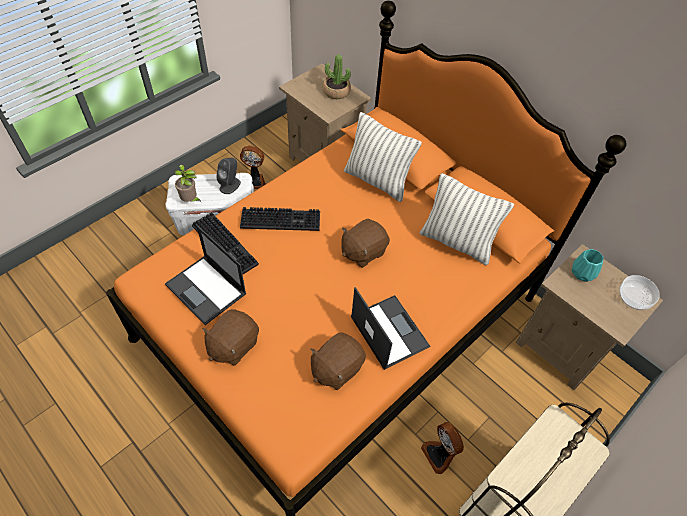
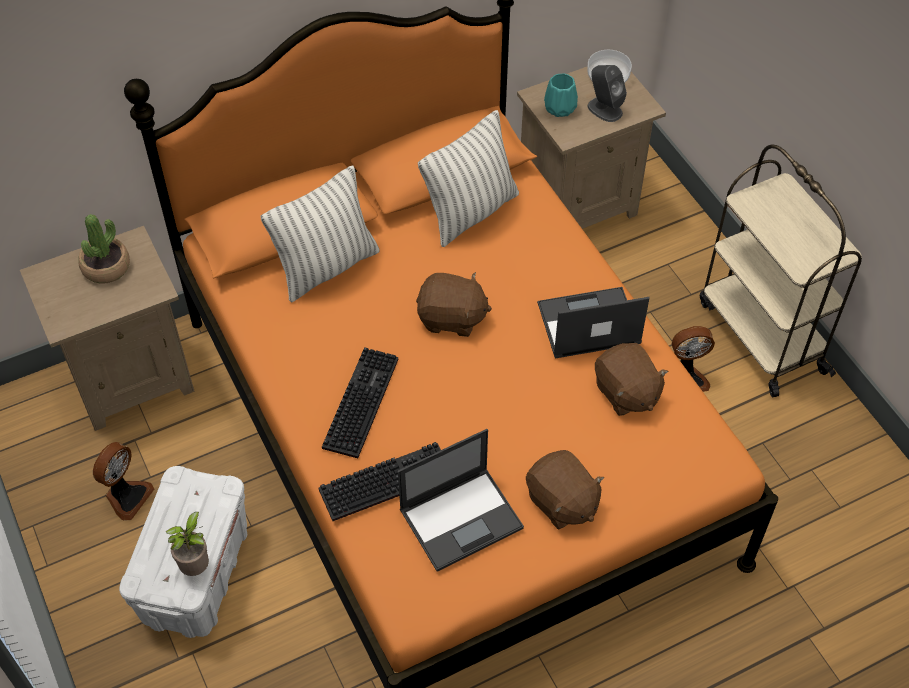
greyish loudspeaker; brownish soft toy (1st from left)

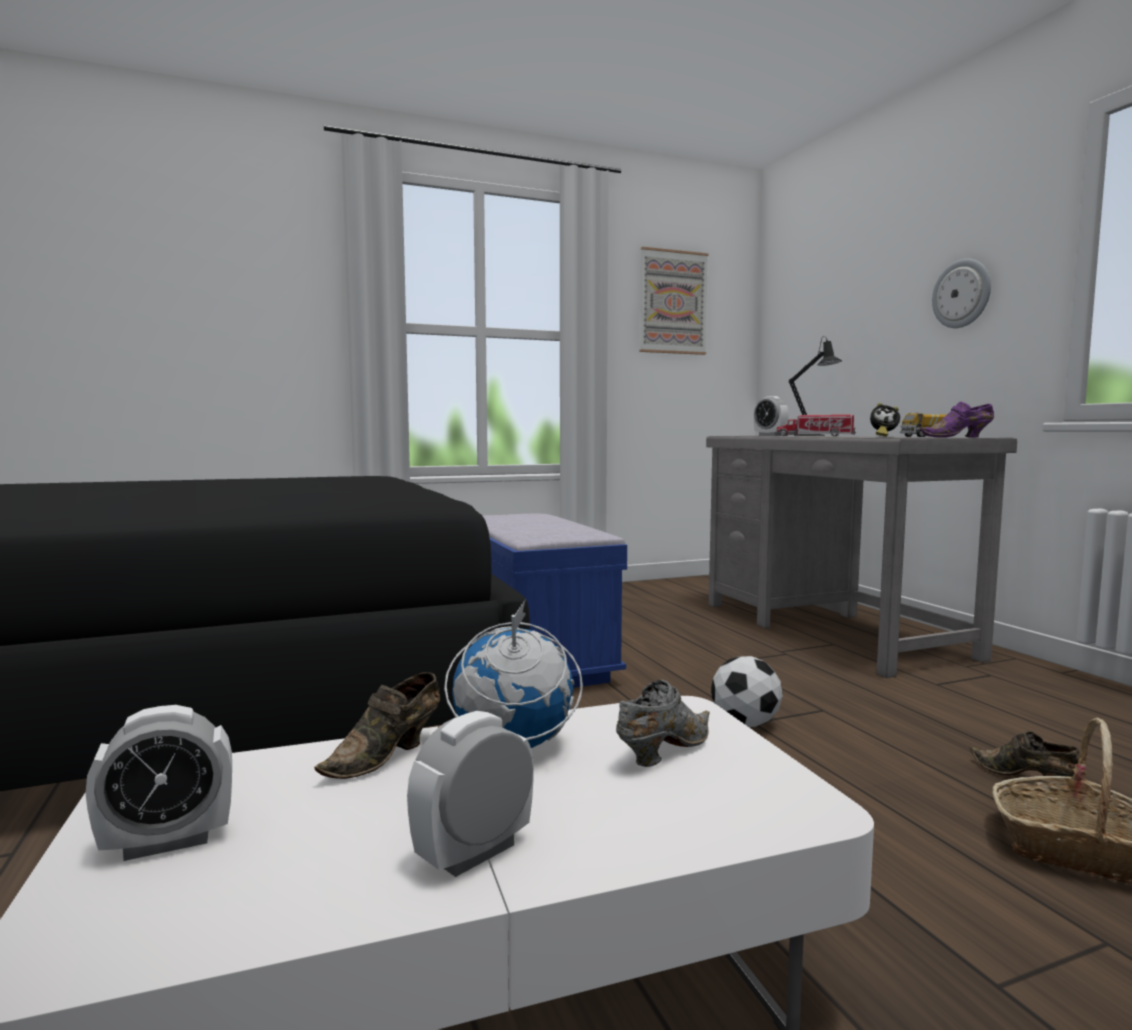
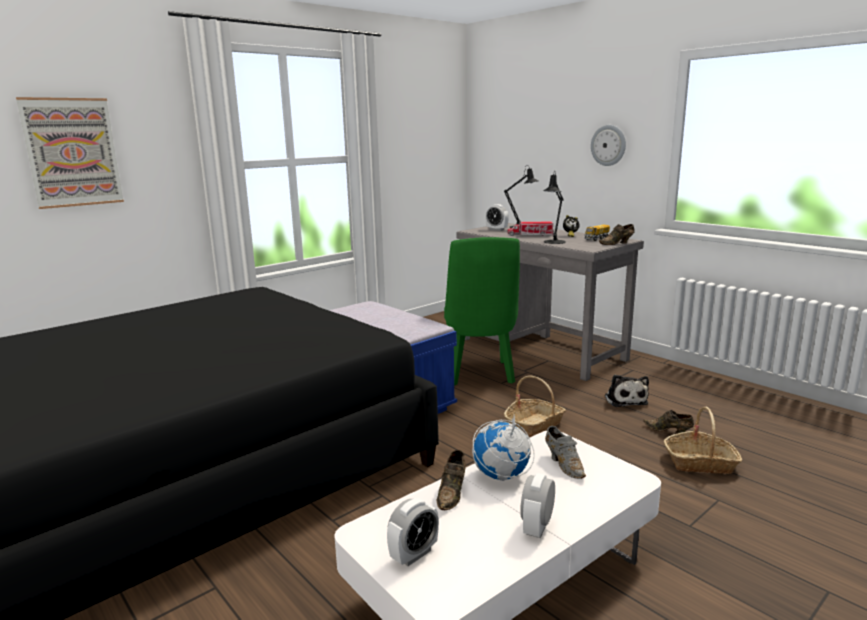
greyish low shoe; wall art; household basket (1st from left); brownish low shoe (2nd from left); greenish plain chair; black-coloured lamp for a table (2nd from left); soft toy

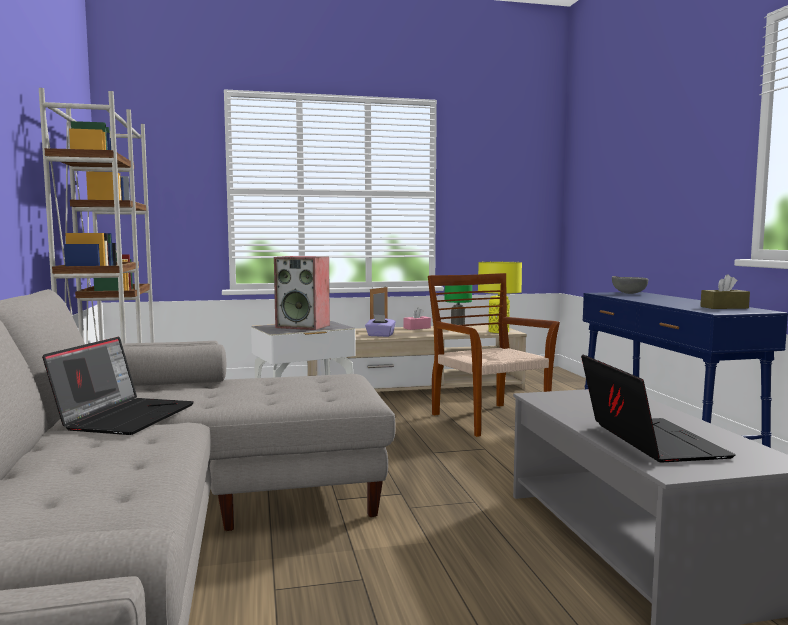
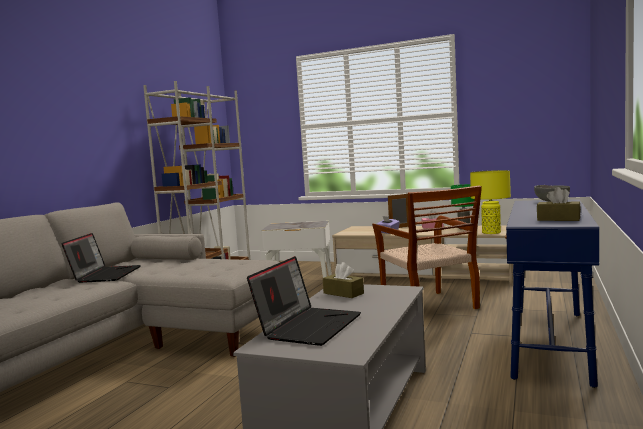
portable computer (1st from left); loudspeaker; brownish lounge chair; brownish box of tissues (1st from left)

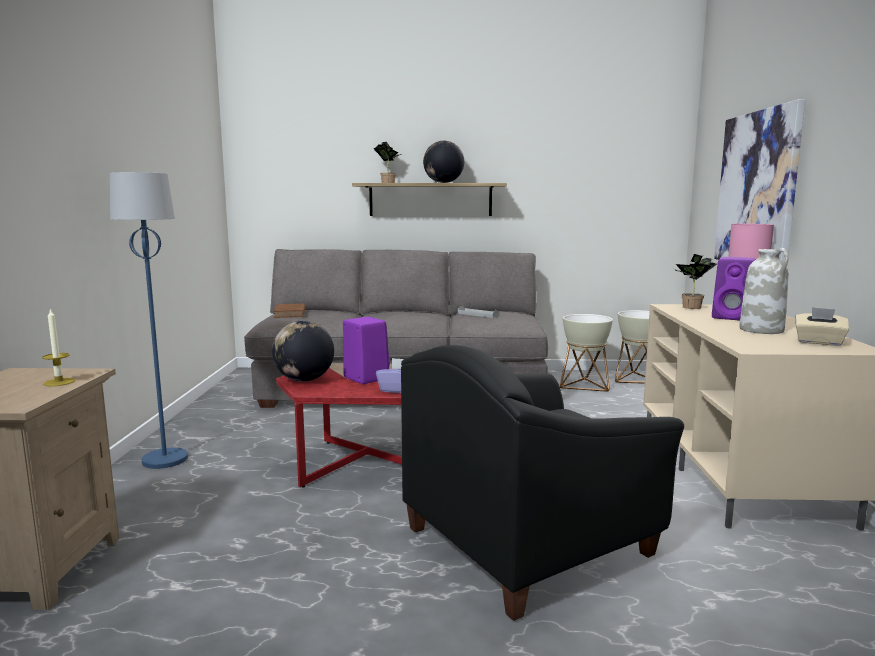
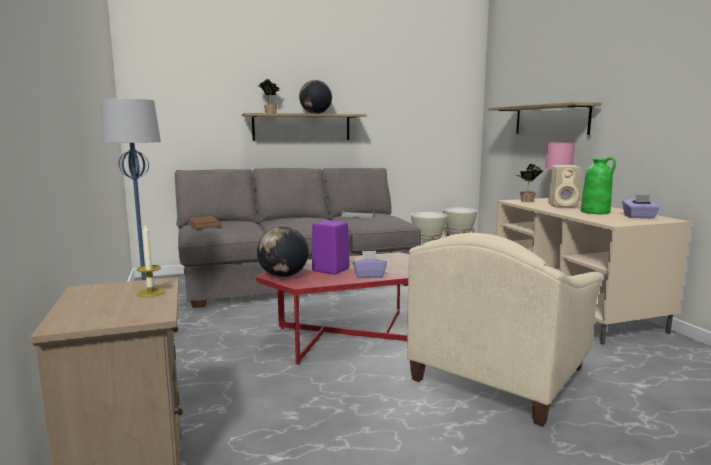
beige-coloured lounge chair; beige-coloured loudspeaker; bracket shelf (2nd from left); greenish decorative vase; purple-coloured box of tissues (2nd from left)

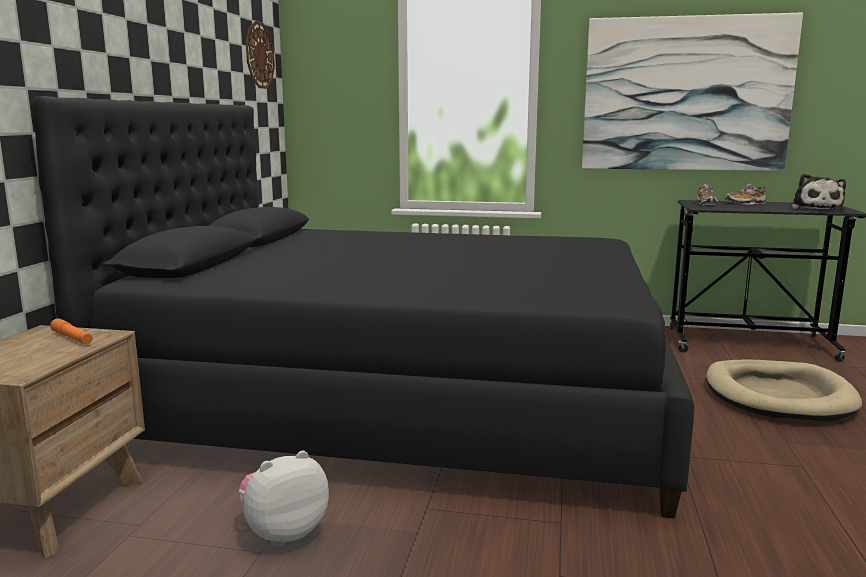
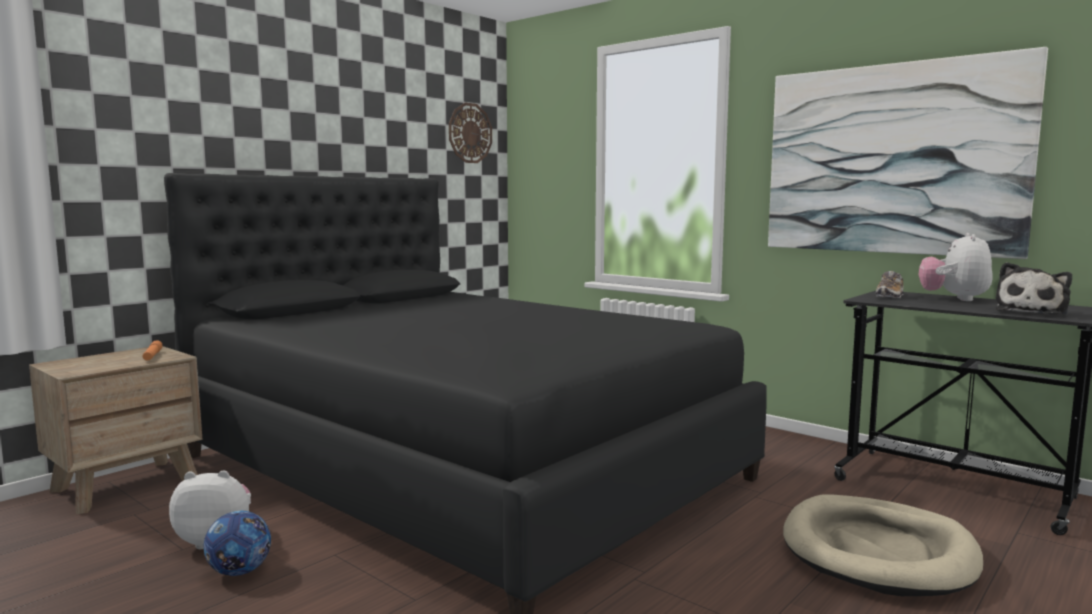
soft toy (2nd from left); football

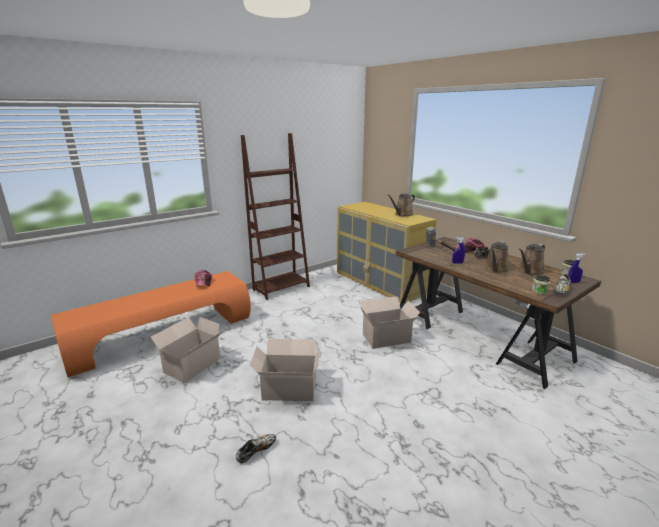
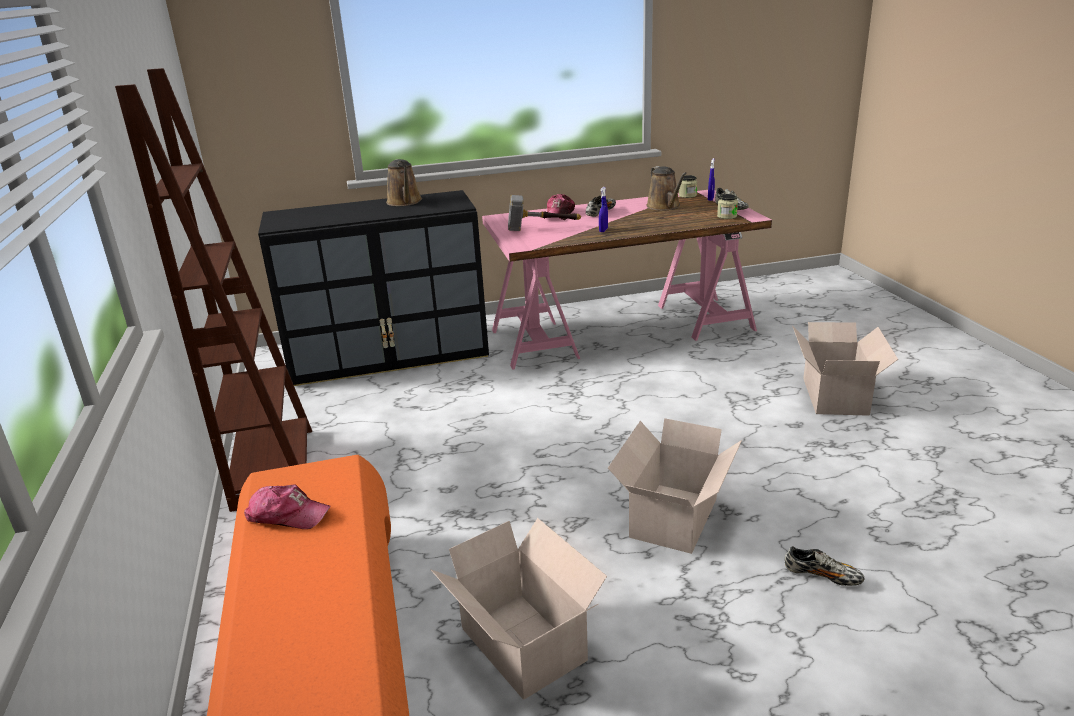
low shoe (3rd from left); black-coloured cupboard; packing box (3rd from left); pink-coloured desk unit; brownish watering pot (2nd from left in the first image)

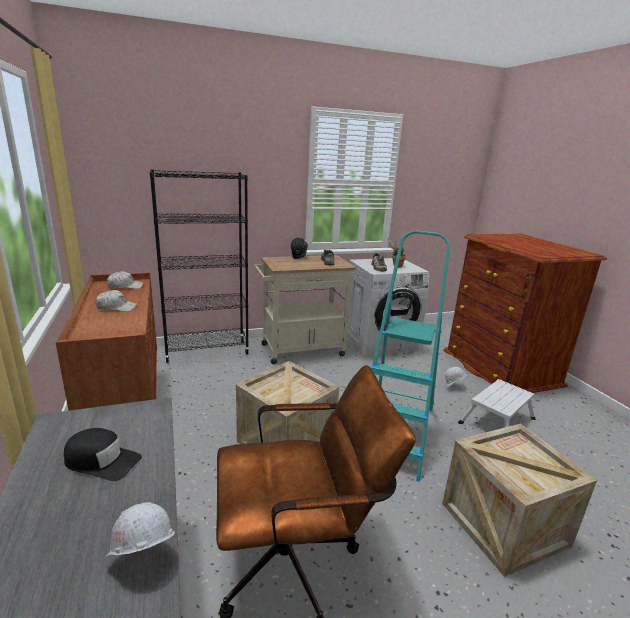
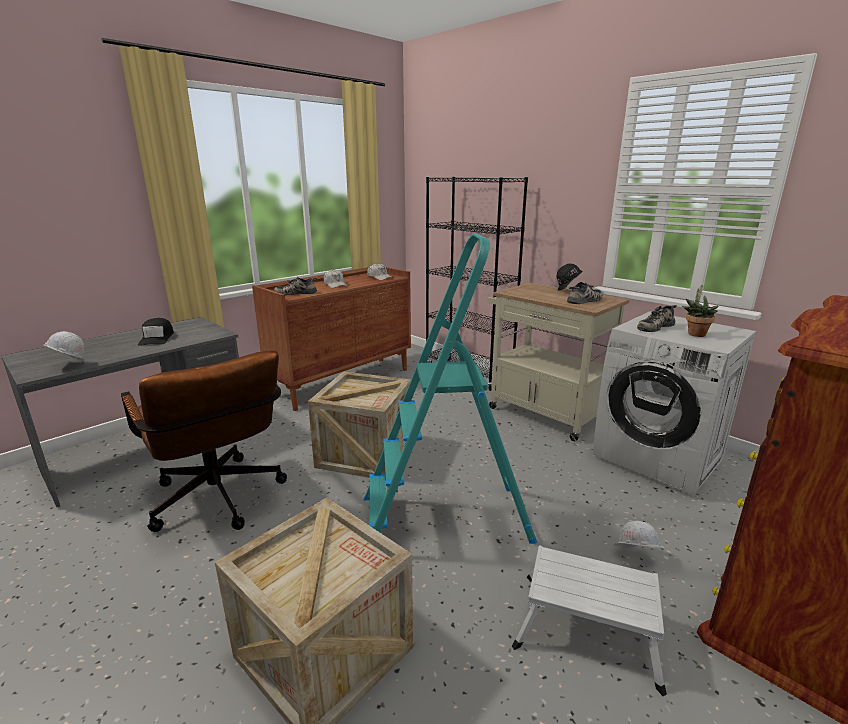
low shoe (1st from left)

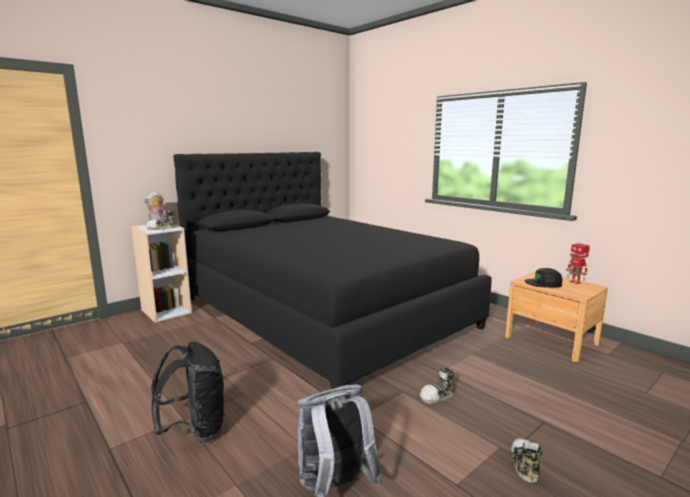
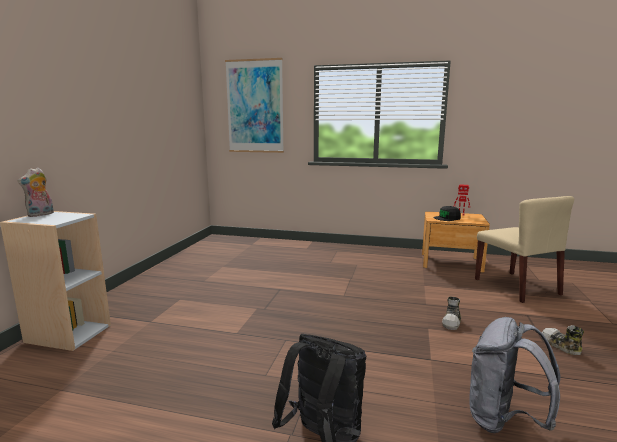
low shoe (1st from left in the first image); black-coloured bed; wall art; beige-coloured plain chair

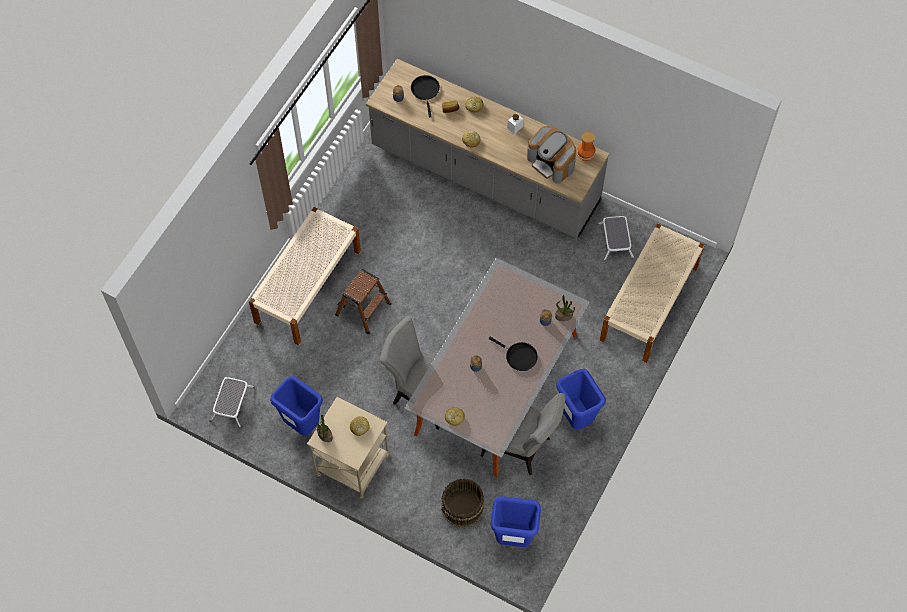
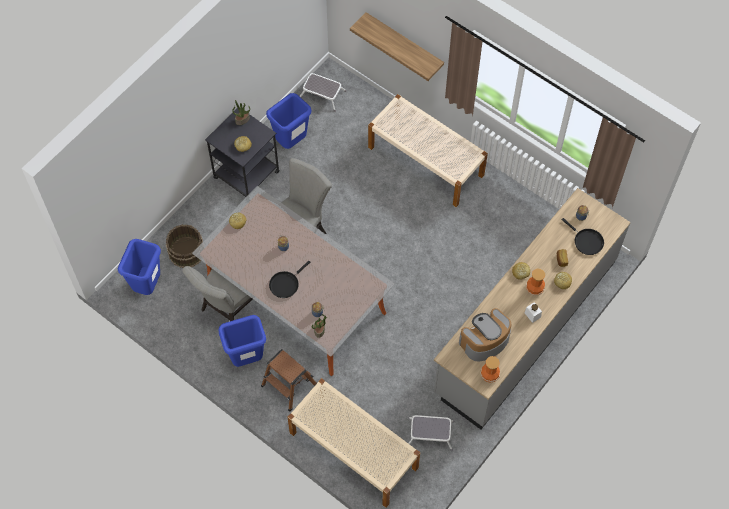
black-coloured wheeled cart; brownish step ladder; black-coloured pan (2nd from left); bracket shelf; decorative vase (2nd from left)

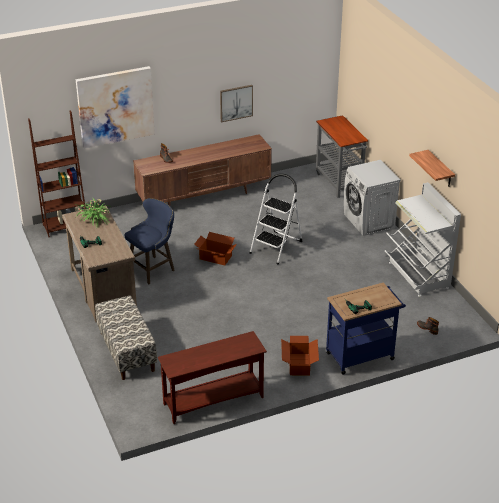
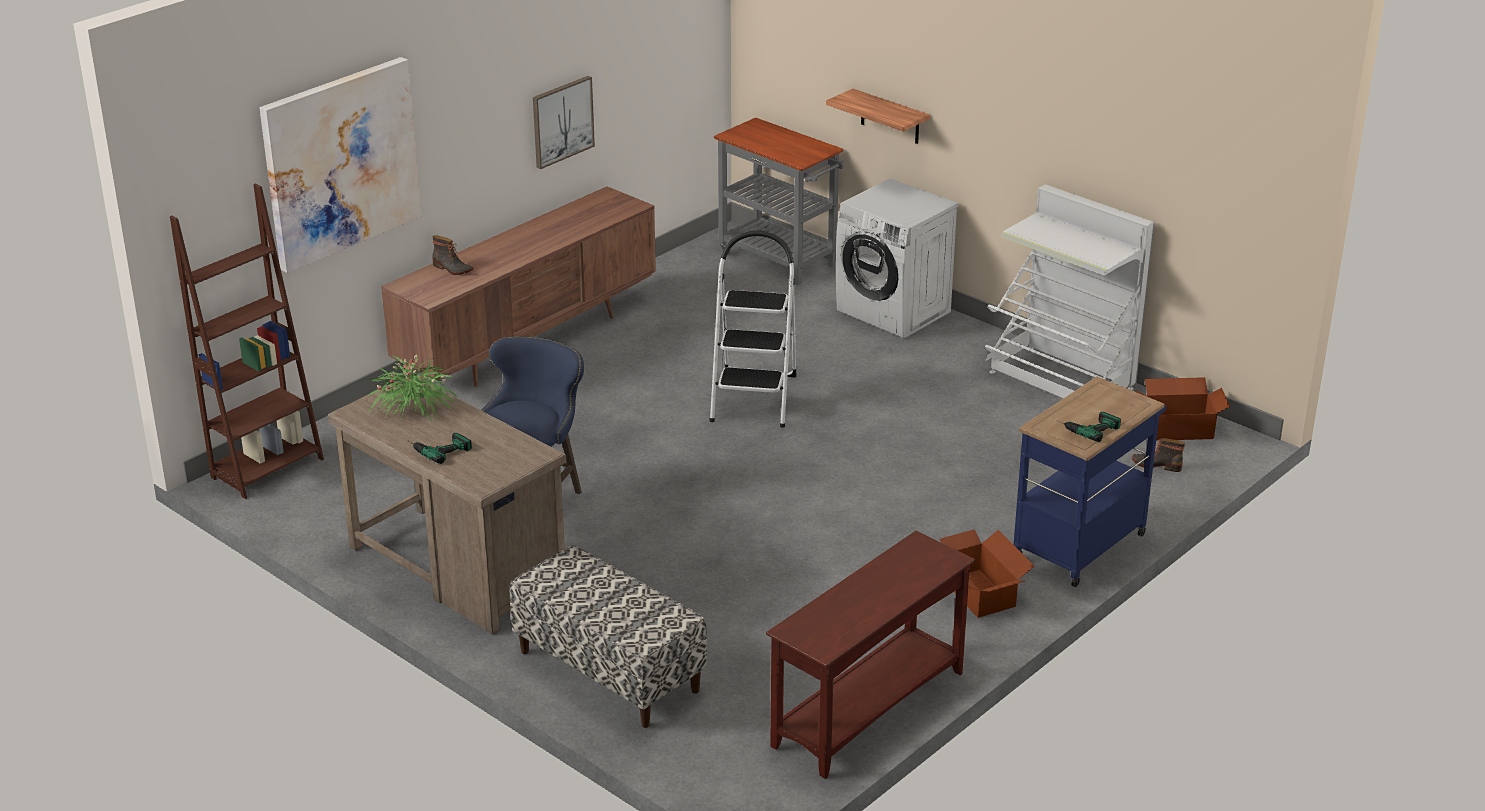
packing box (2nd from left); bracket shelf

